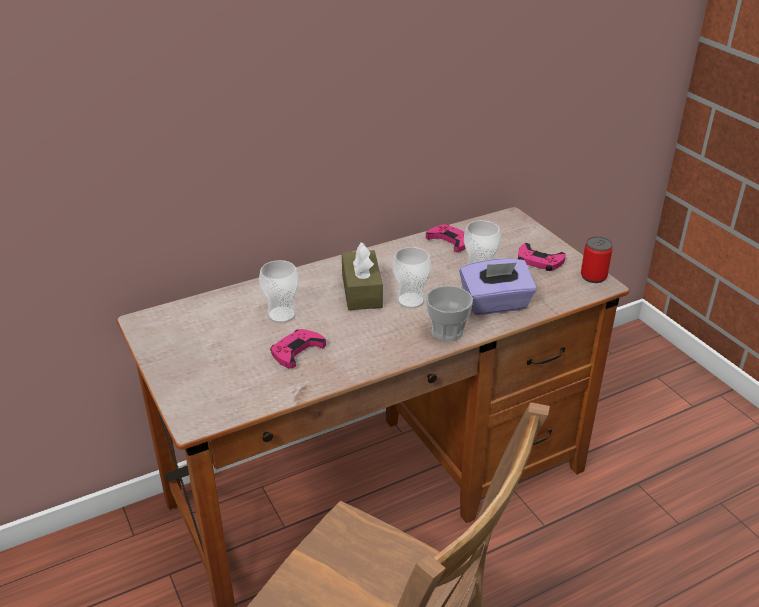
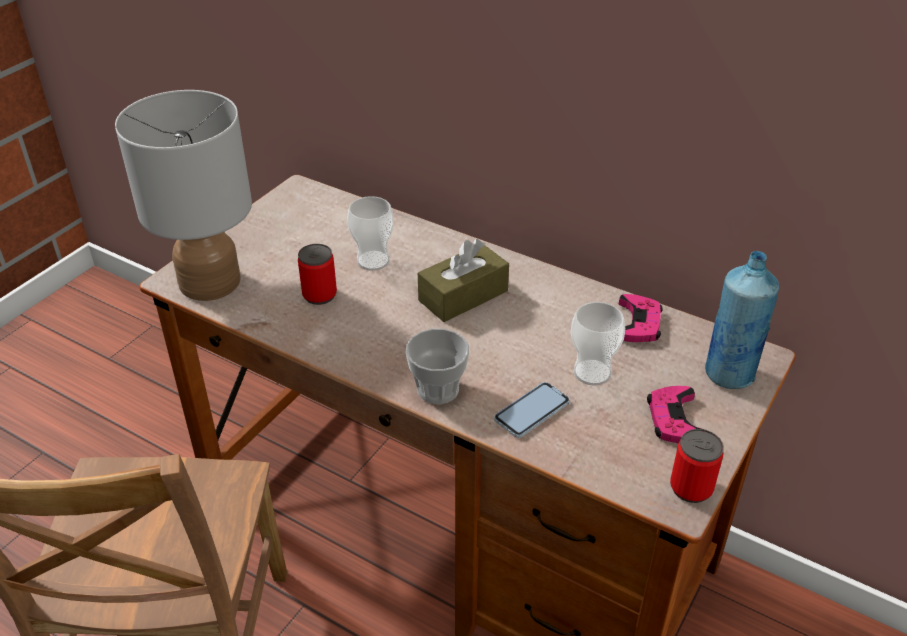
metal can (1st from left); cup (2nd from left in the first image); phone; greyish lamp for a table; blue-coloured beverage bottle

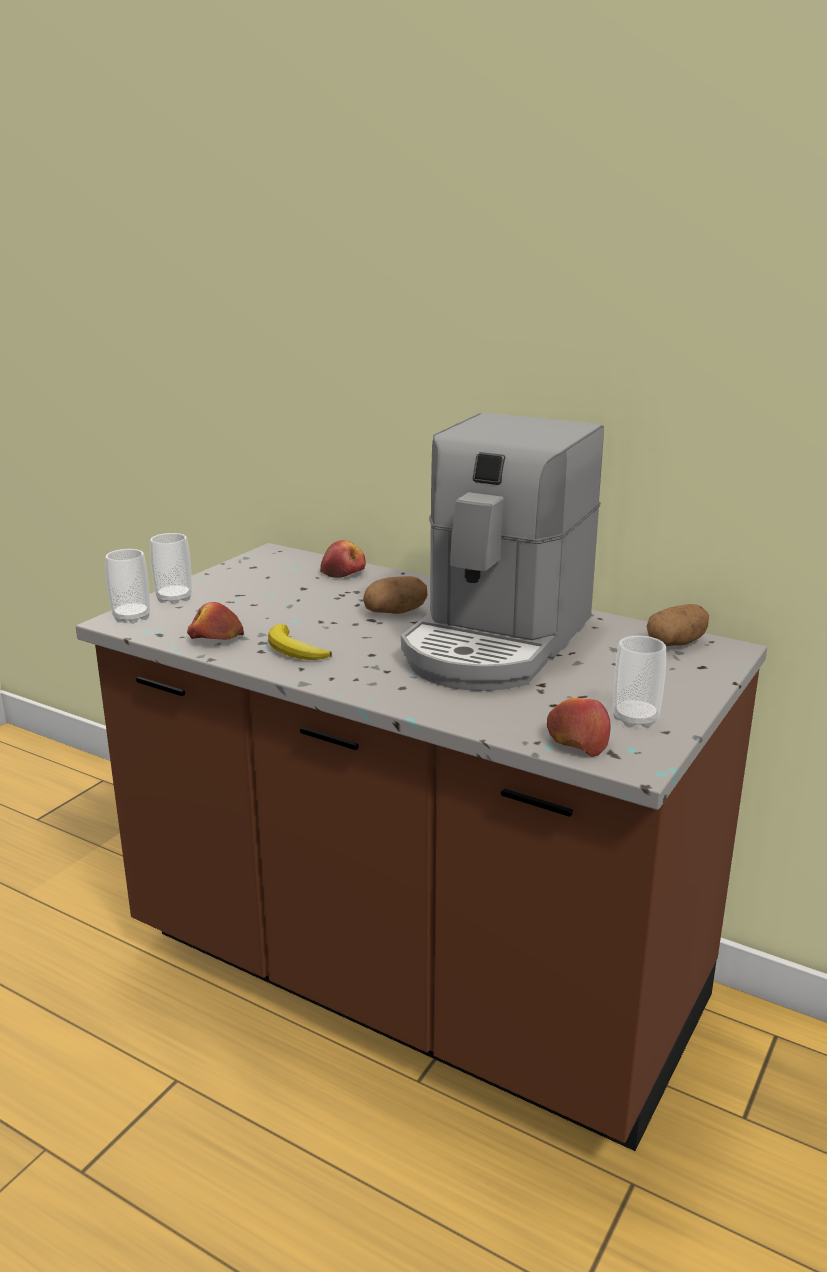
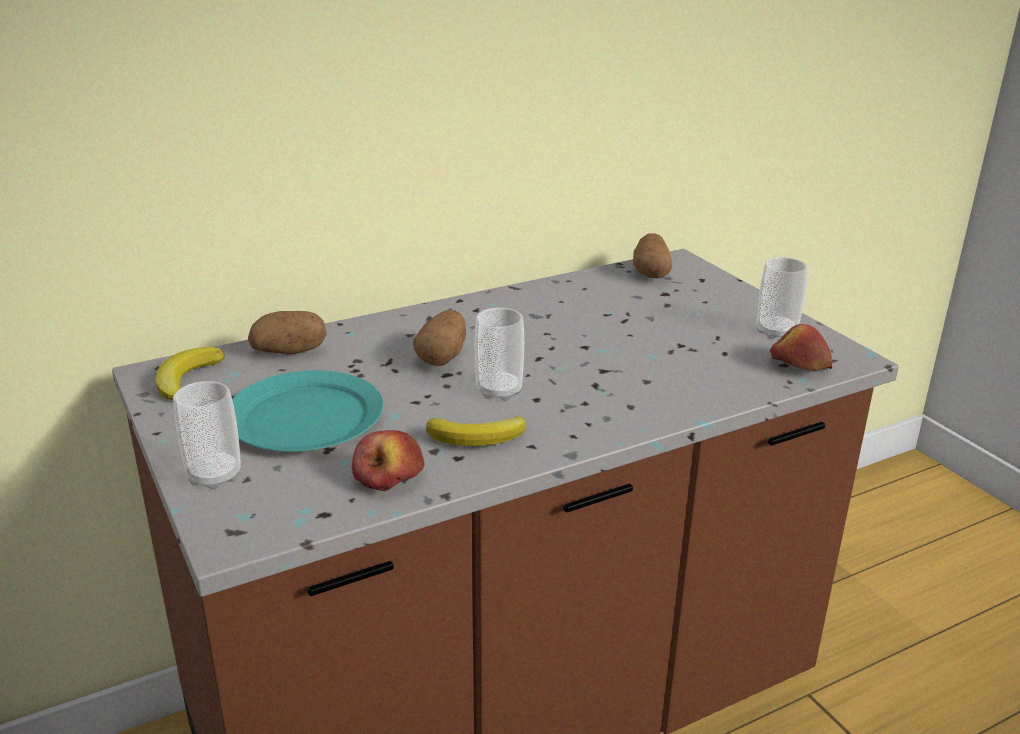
cup (2nd from left); spud (1st from left); coffee machine; banana fruit (1st from left); turquoise dinner plate

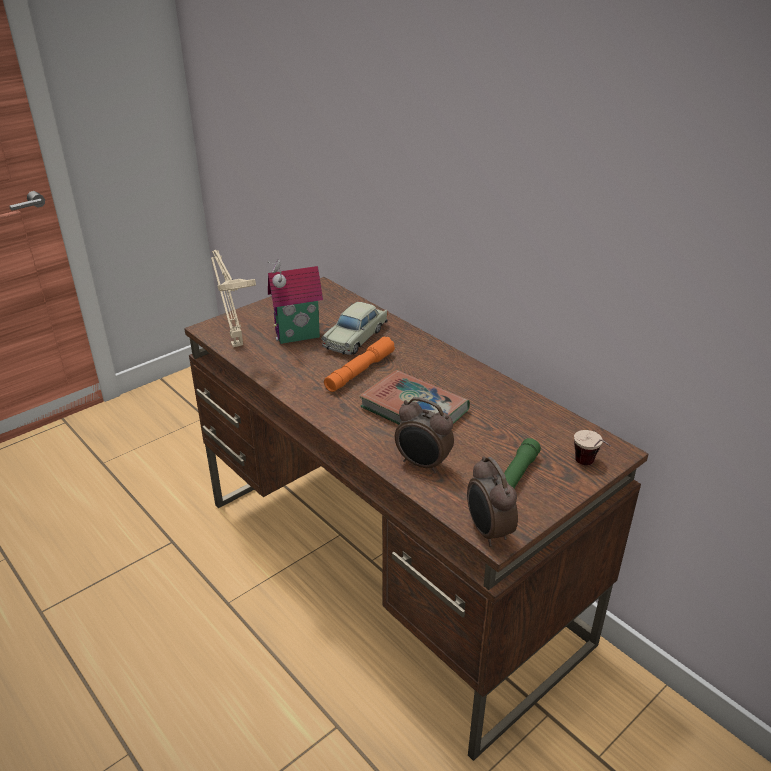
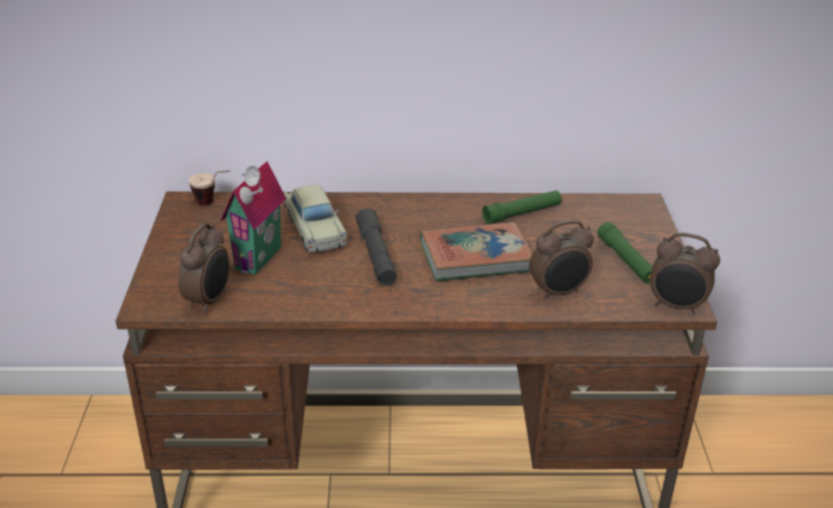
bedside clock (1st from left); greyish hand torch; cup; greenish hand torch (1st from left)

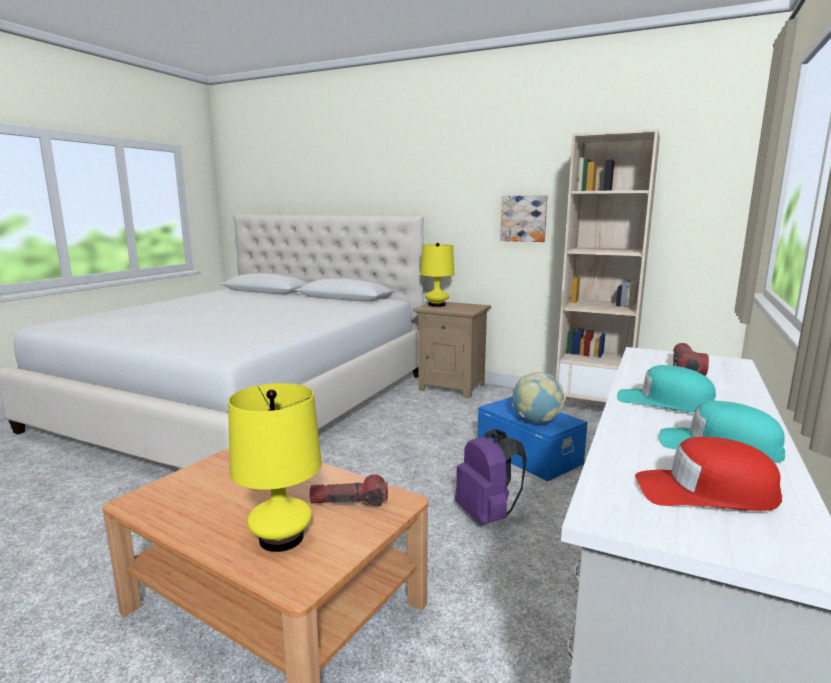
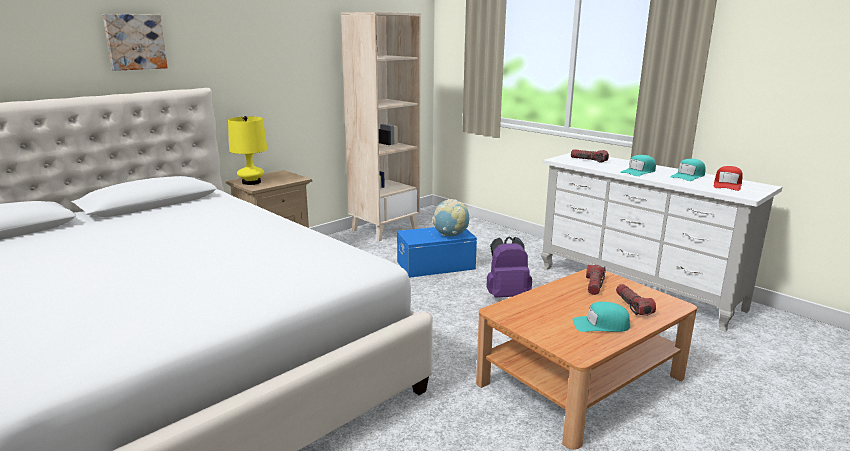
hand torch (3rd from left); wall art; turquoise baseball cap (1st from left)

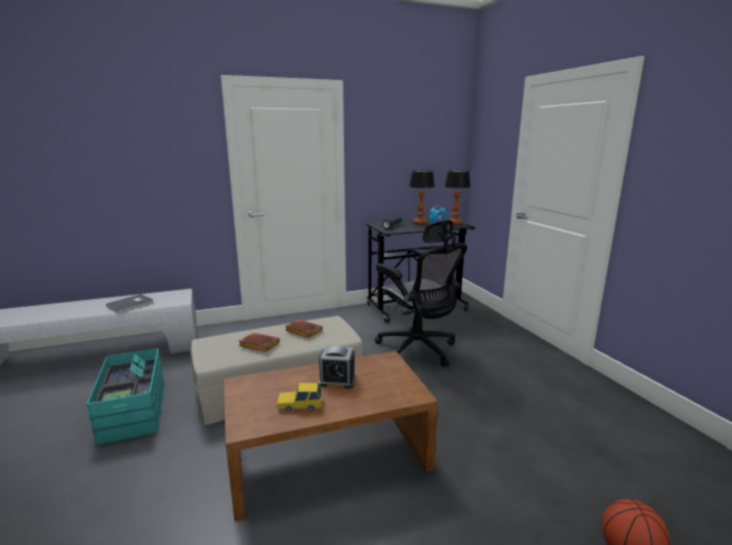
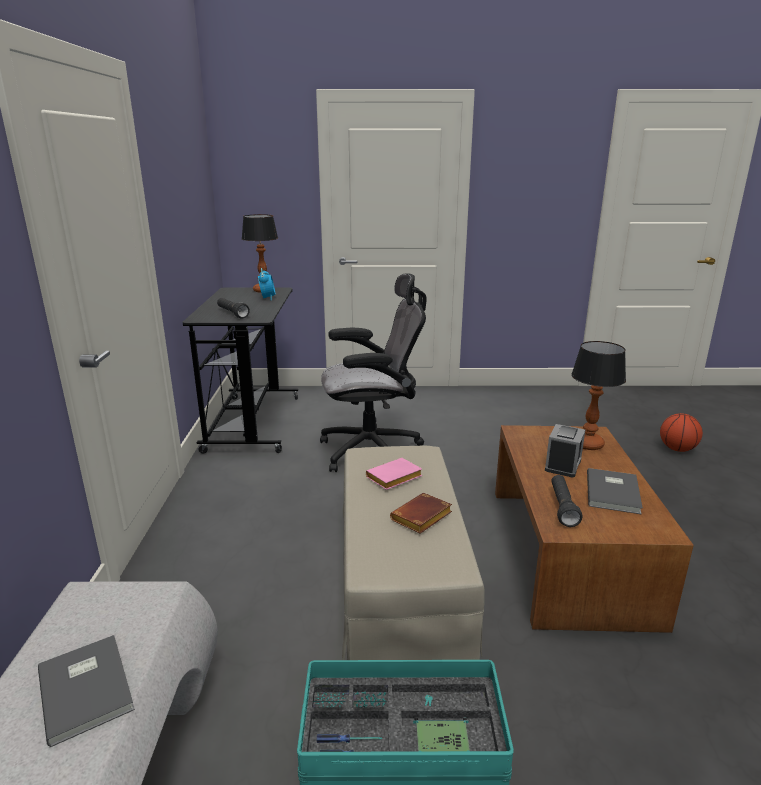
greyish volume (2nd from left); pink-coloured volume; lamp for a table (2nd from left); black-coloured hand torch (2nd from left)

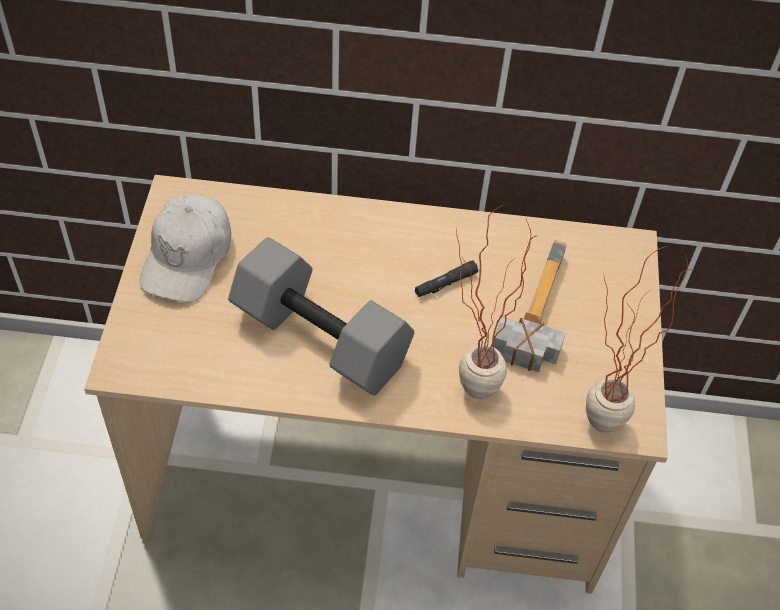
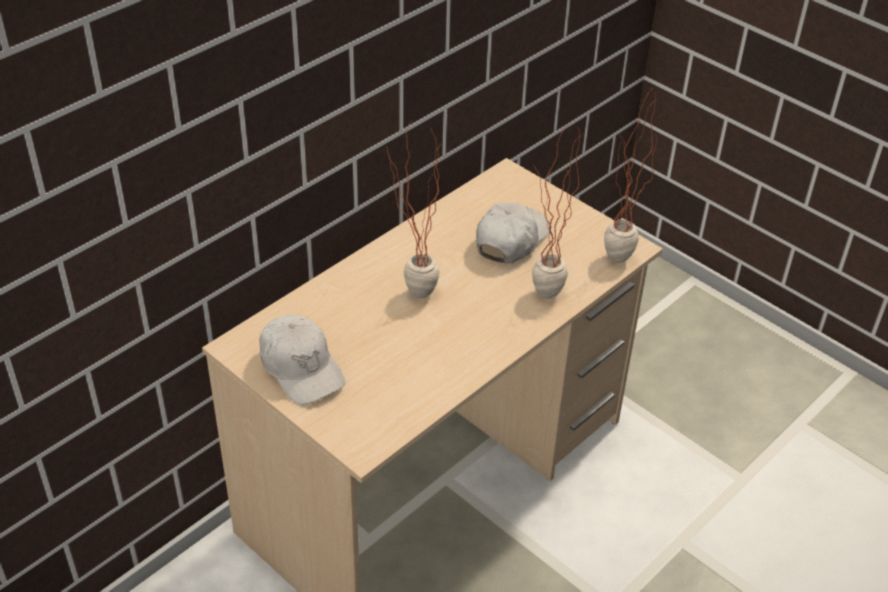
greyish hand weight; black-coloured hand torch; whitish baseball cap (2nd from left); potted plant (1st from left)

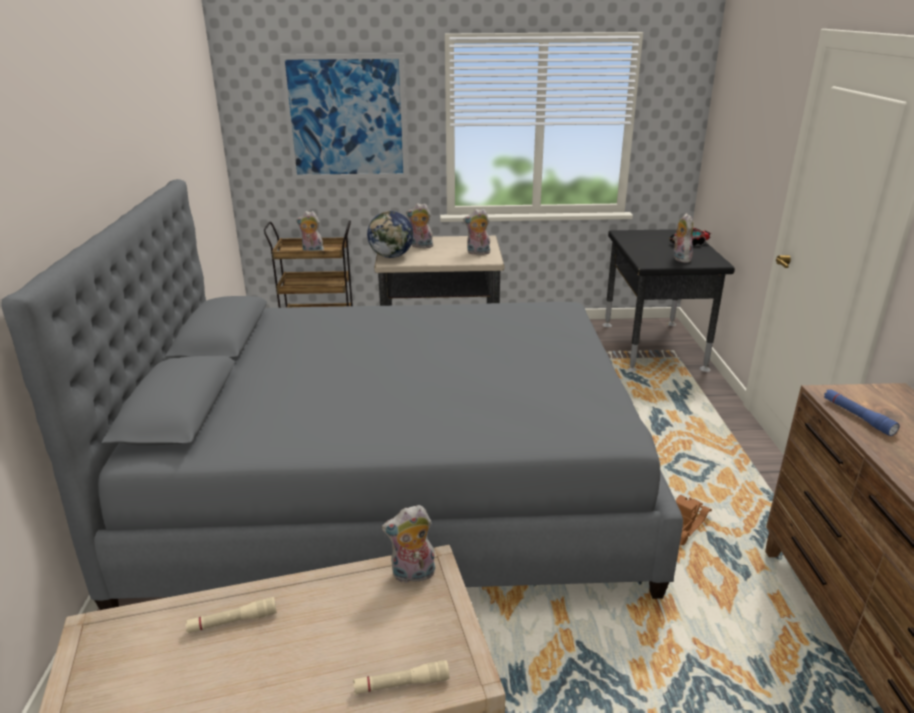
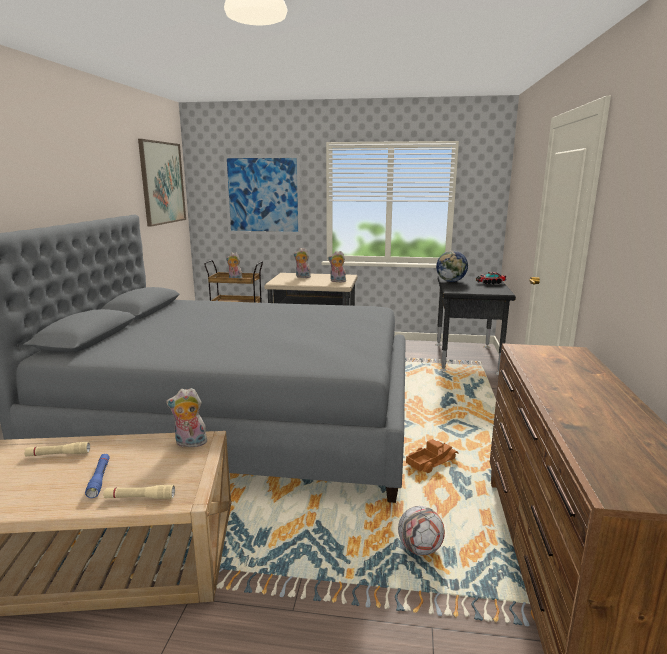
globe; soft toy (5th from left in the first image); blue-coloured hand torch; wall art (1st from left); football

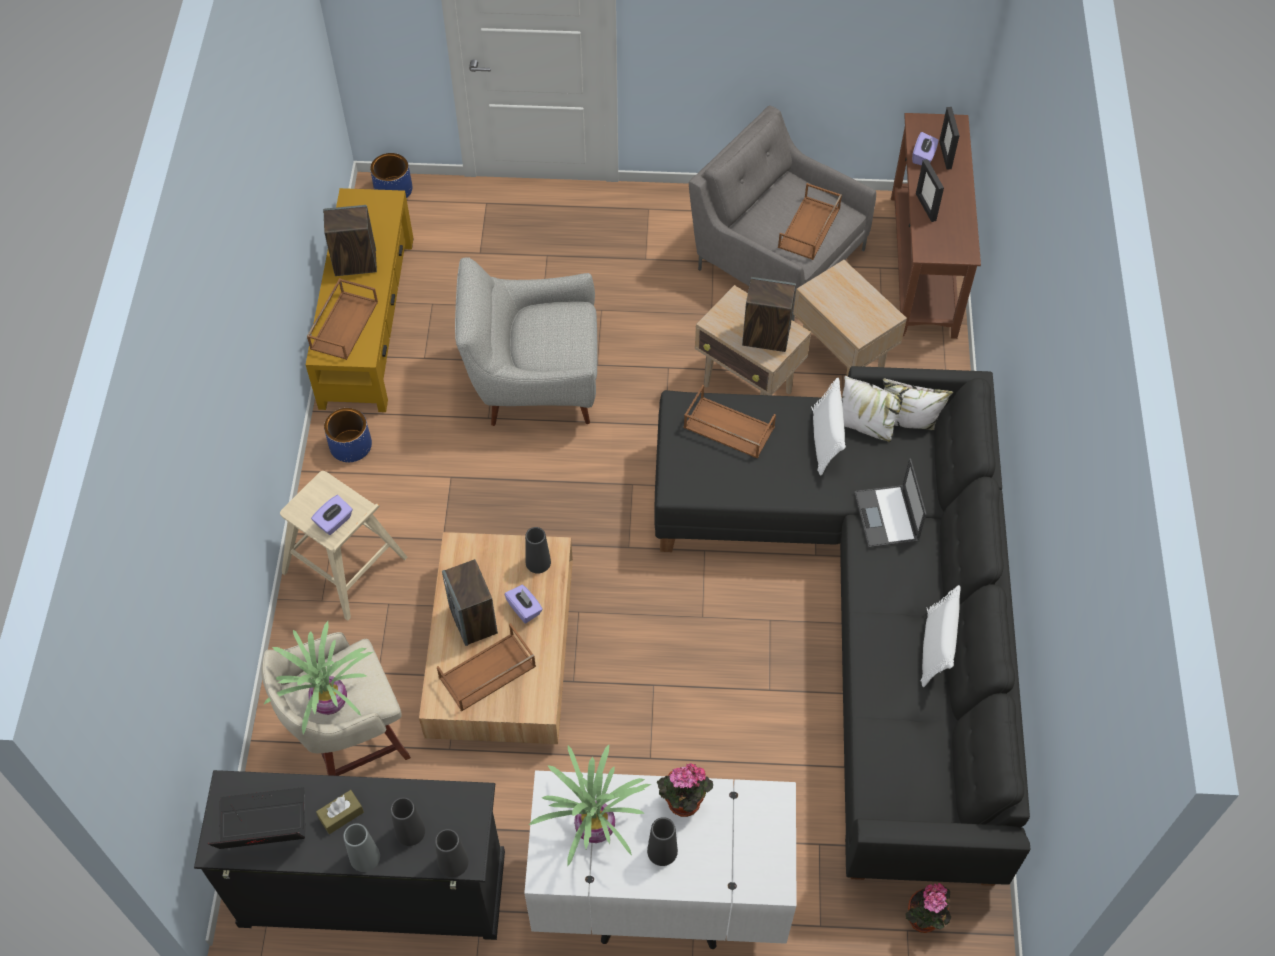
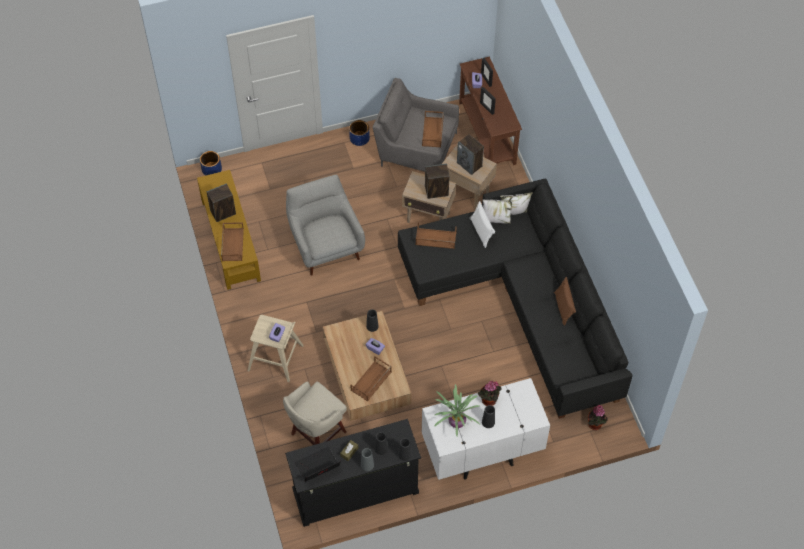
potted plant (1st from left in the first image); blue-coloured plant pot (2nd from left); loudspeaker (3rd from left); greyish lounge chair (1st from left); portable computer (2nd from left in the first image); brownish cushion

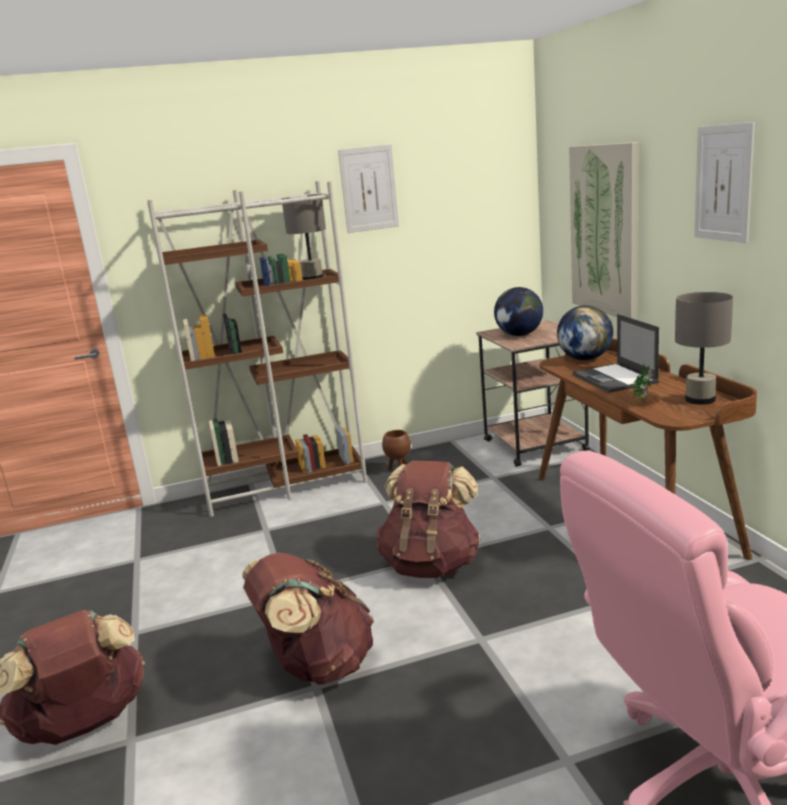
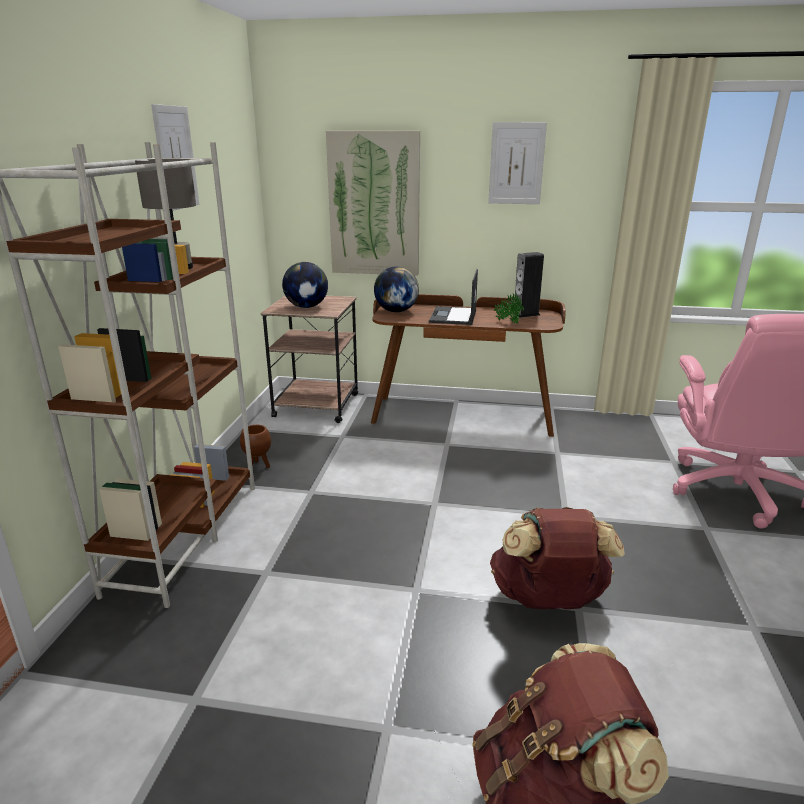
brownish knapsack (3rd from left in the first image); portable computer; loudspeaker

